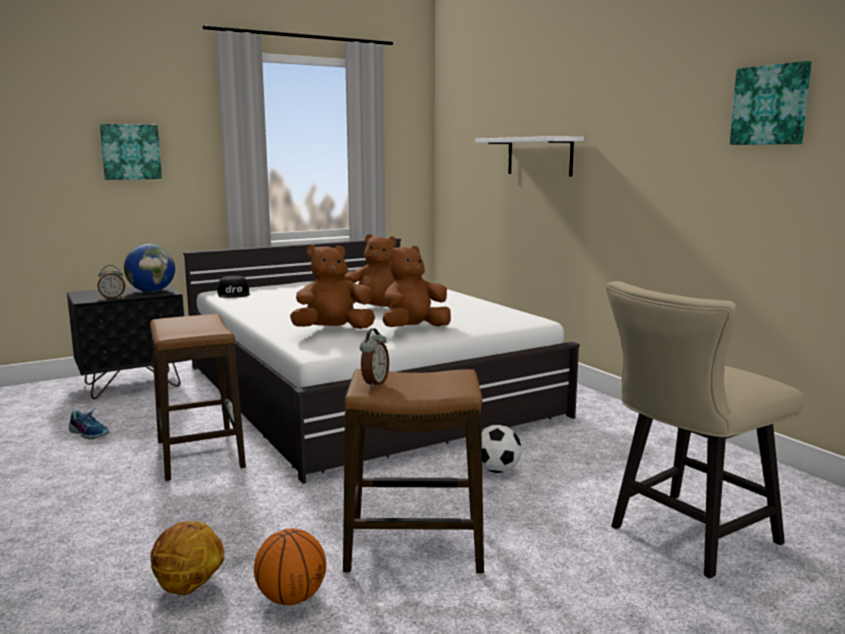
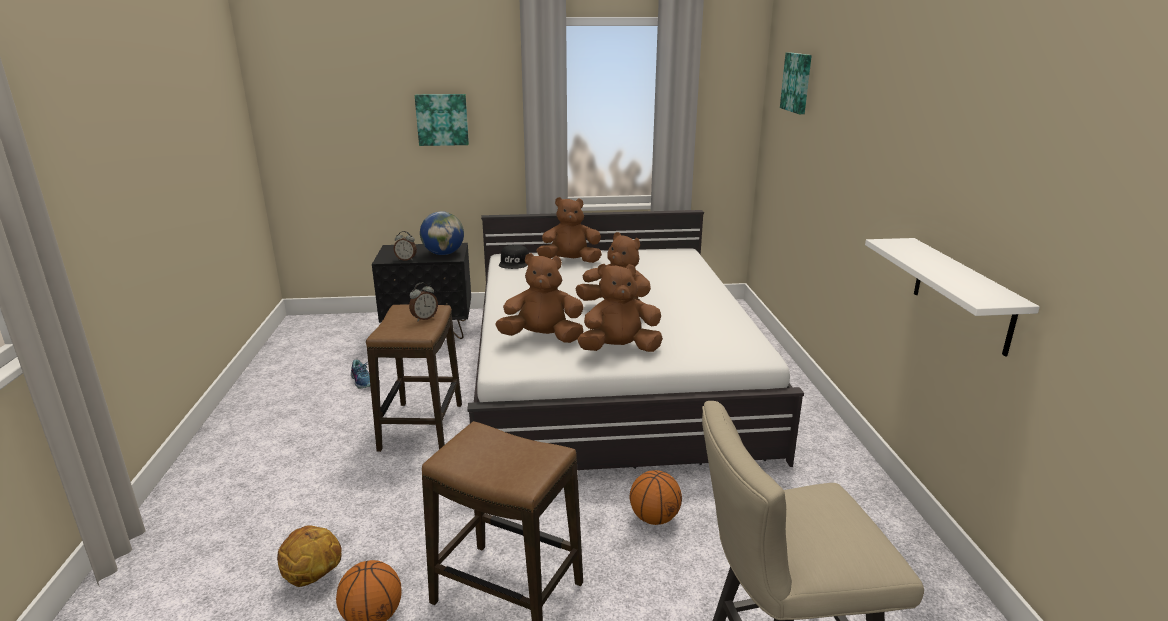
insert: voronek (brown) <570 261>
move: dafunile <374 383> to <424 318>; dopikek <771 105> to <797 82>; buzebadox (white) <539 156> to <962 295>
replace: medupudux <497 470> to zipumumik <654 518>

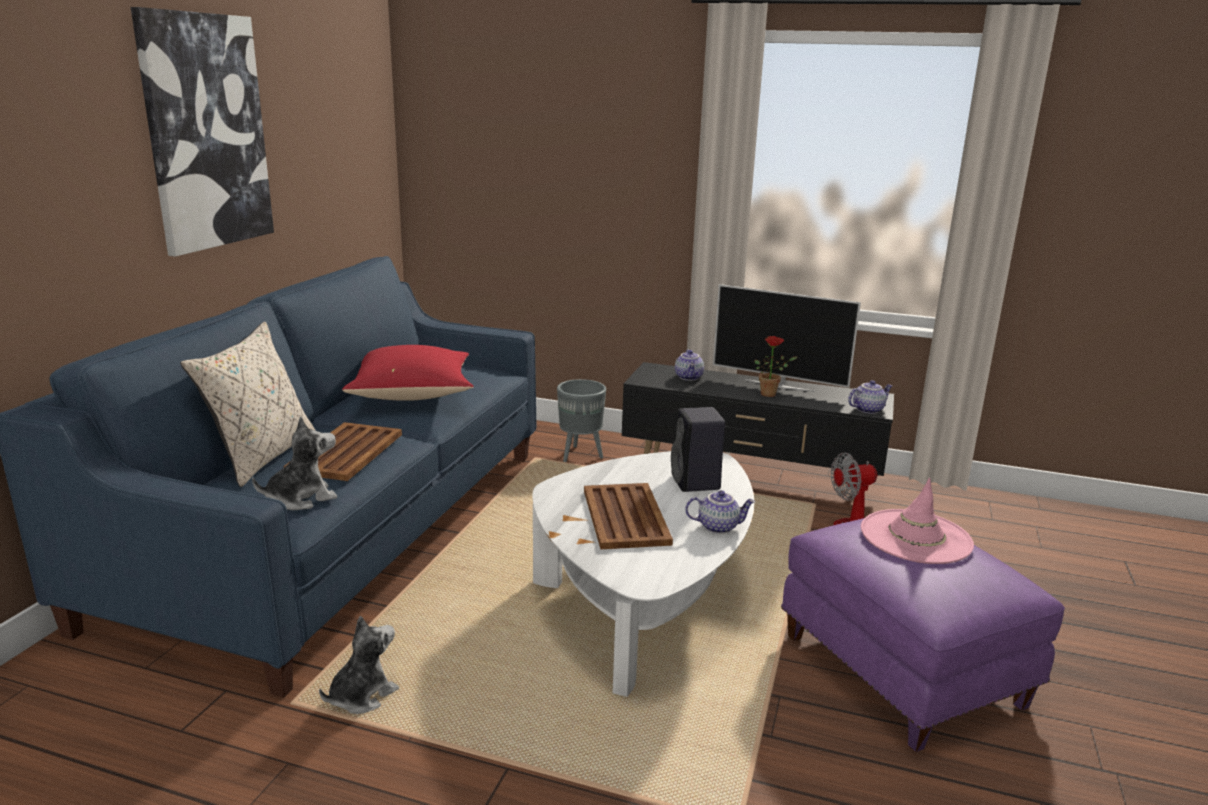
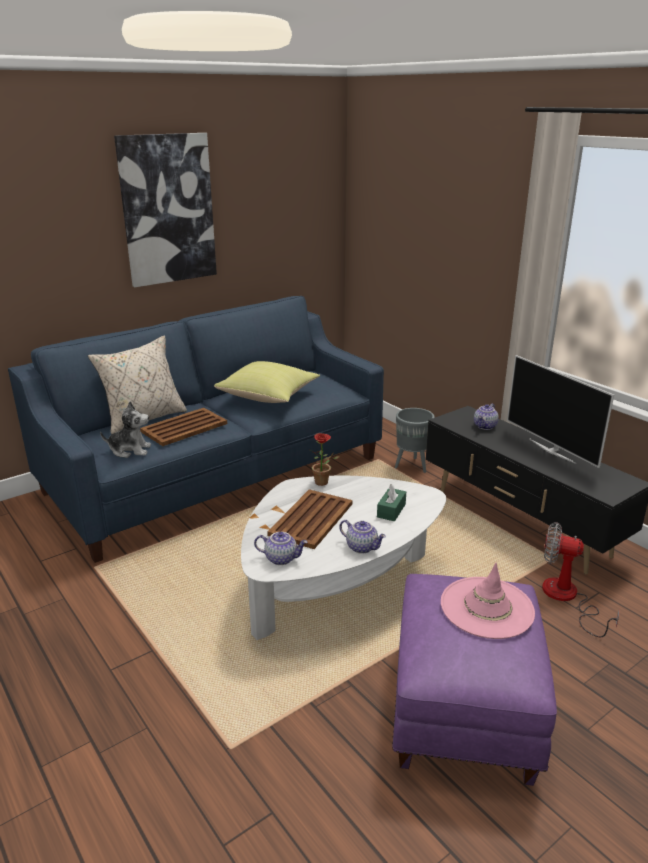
delete: voronek <362 696>
move: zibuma <867 409> to <281 558>; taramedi <771 394> to <324 482>
replace: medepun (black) <696 483> to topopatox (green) <391 510>
recolor: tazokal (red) <413 394> to tazokal (yellow) <269 397>

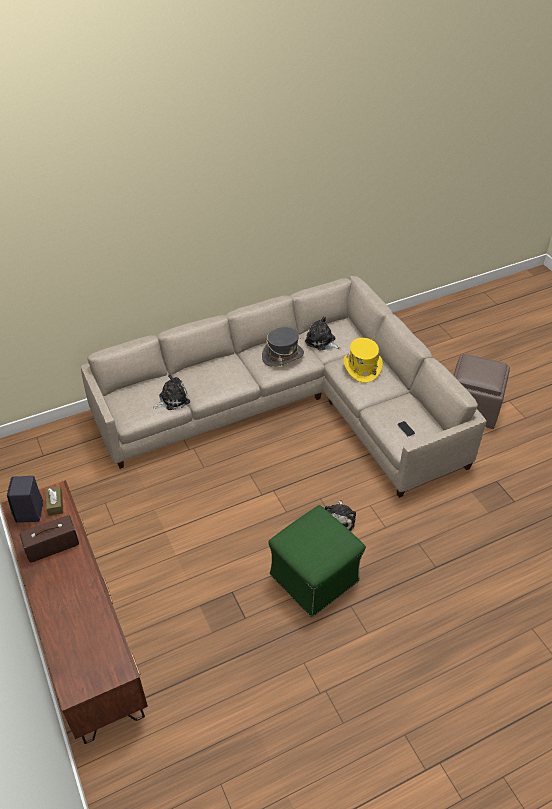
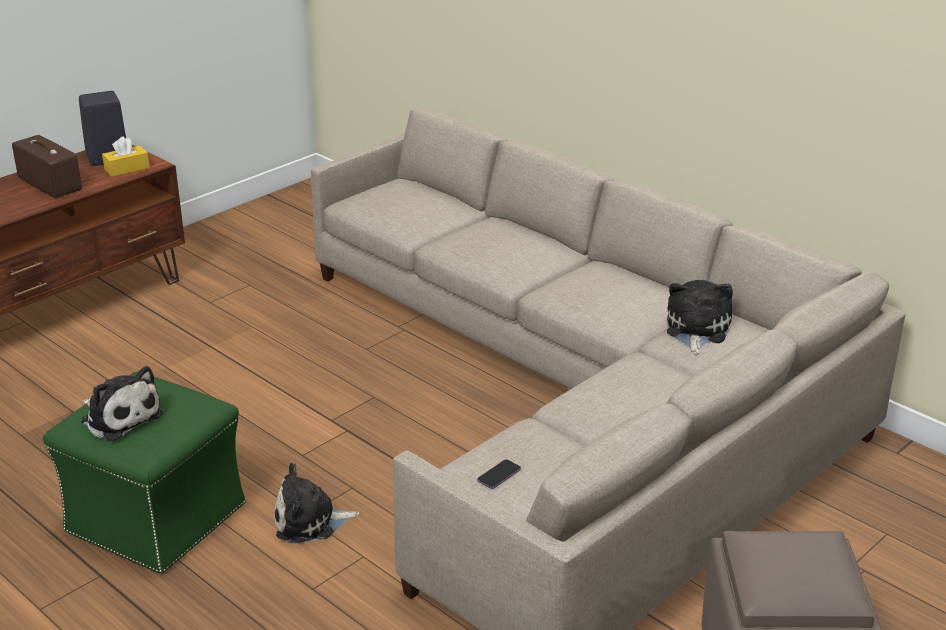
delete: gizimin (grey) <283 356>; gizimin (yellow) <362 367>
move: voronek <172 399> to <120 417>
recolor: topopatox (brown) <55 504> to topopatox (yellow) <127 169>

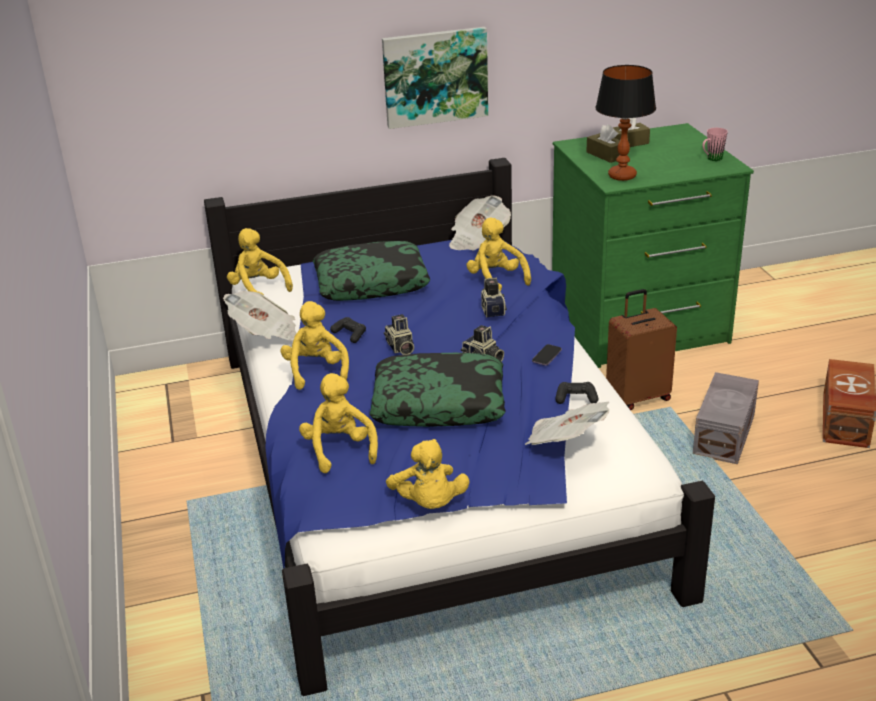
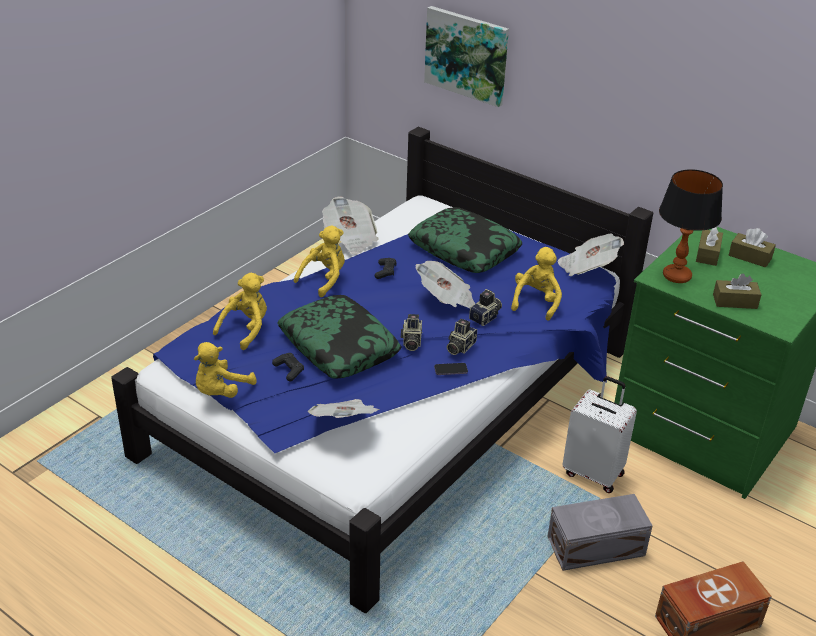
delete: voronek (yellow) <258 289>; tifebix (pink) <711 159>
insert: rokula <446 299>; topopatox (brown) <735 301>
move: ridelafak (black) <576 398> to <289 370>; dopikek <435 76> to <467 55>; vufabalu <400 348> to <459 347>
recolor: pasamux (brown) <637 396> to pasamux (white) <594 473>

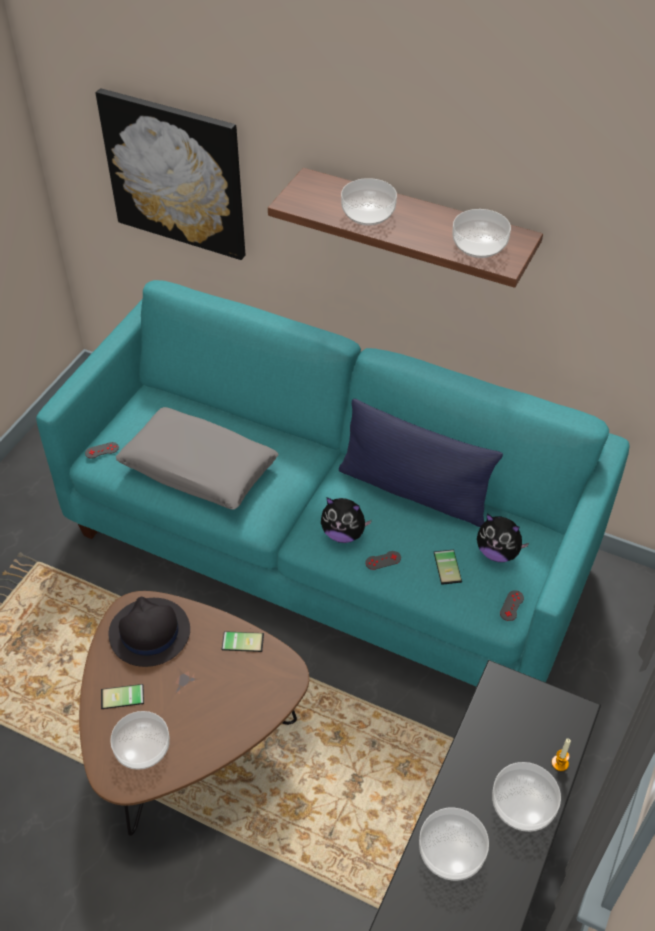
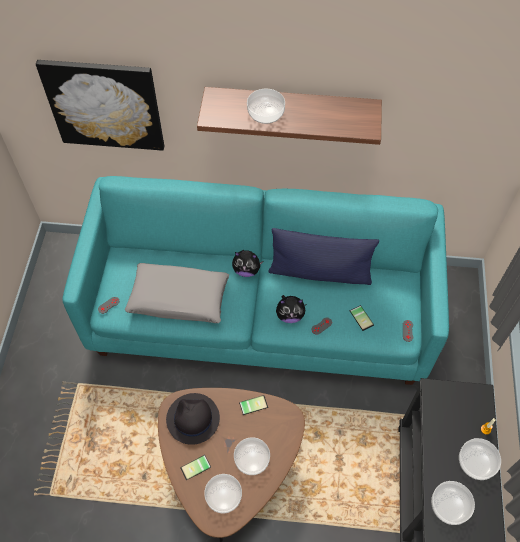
move: voronek <497 552> to <246 270>; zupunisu <479 245> to <251 459>

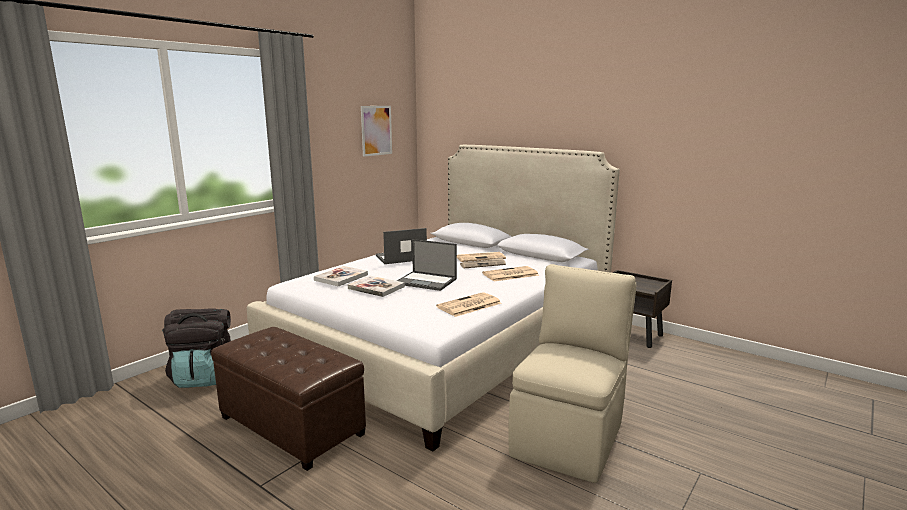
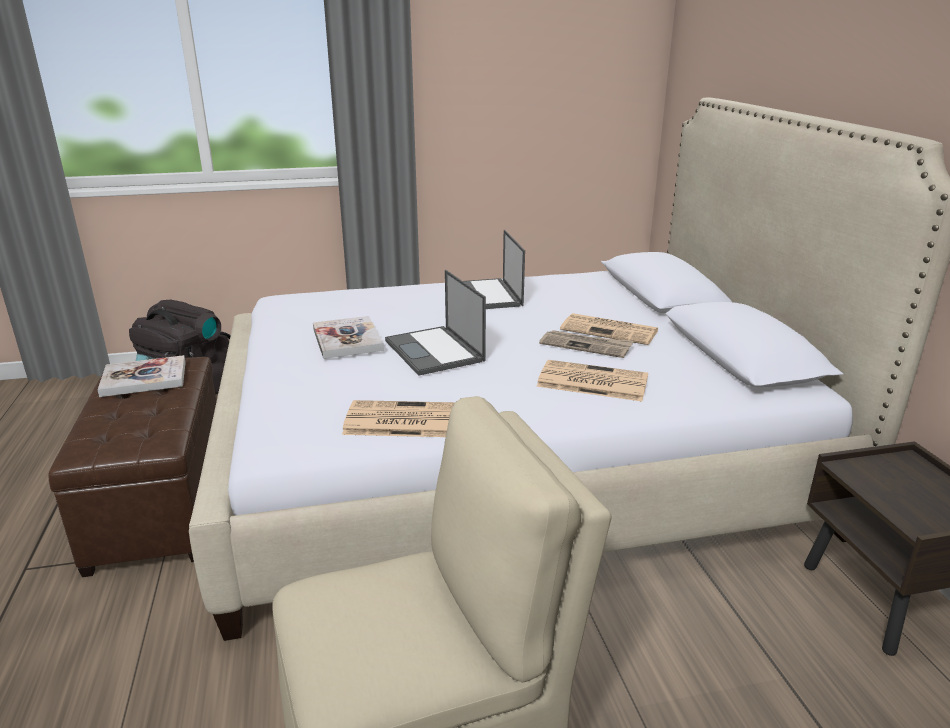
delete: dopikek <376 130>
move: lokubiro <341 277> to <144 378>
rotate: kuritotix <400 258> = <486 295> 120 degrees counterclockwise

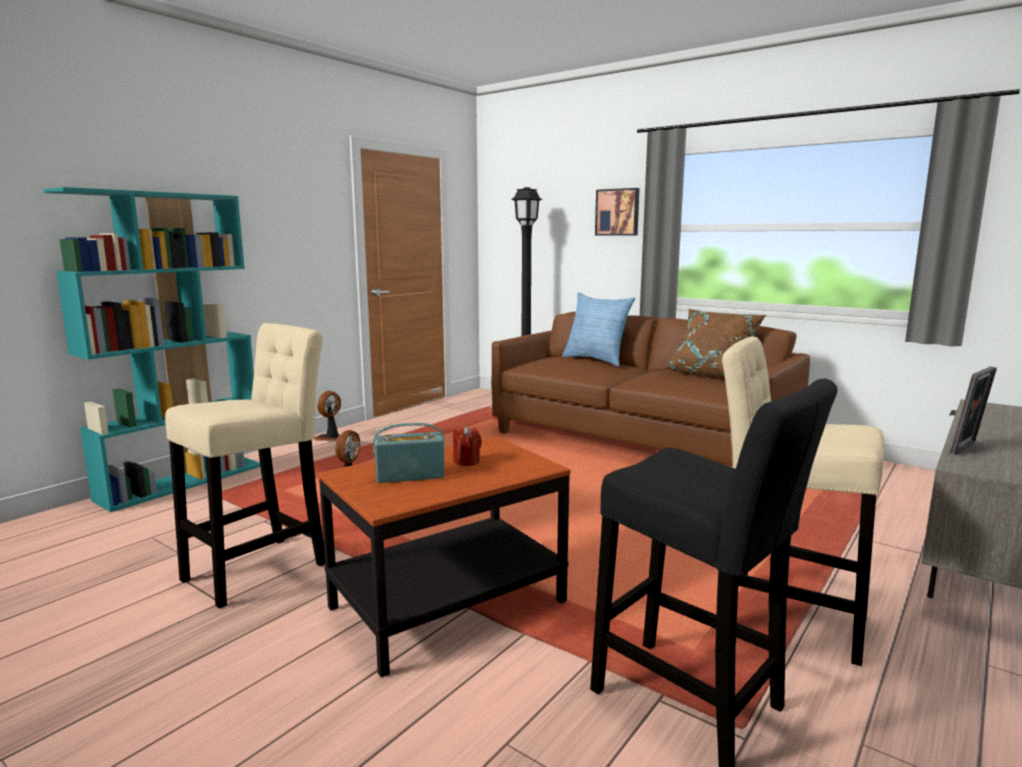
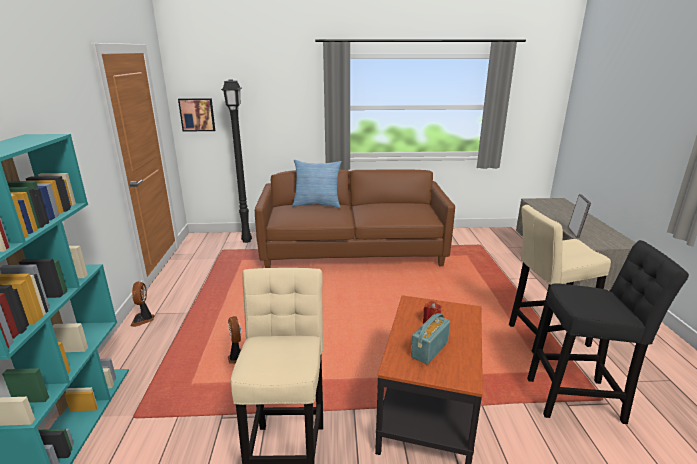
delete: tazokal (brown) <711 375>
move: dopikek <617 212> to <197 114>

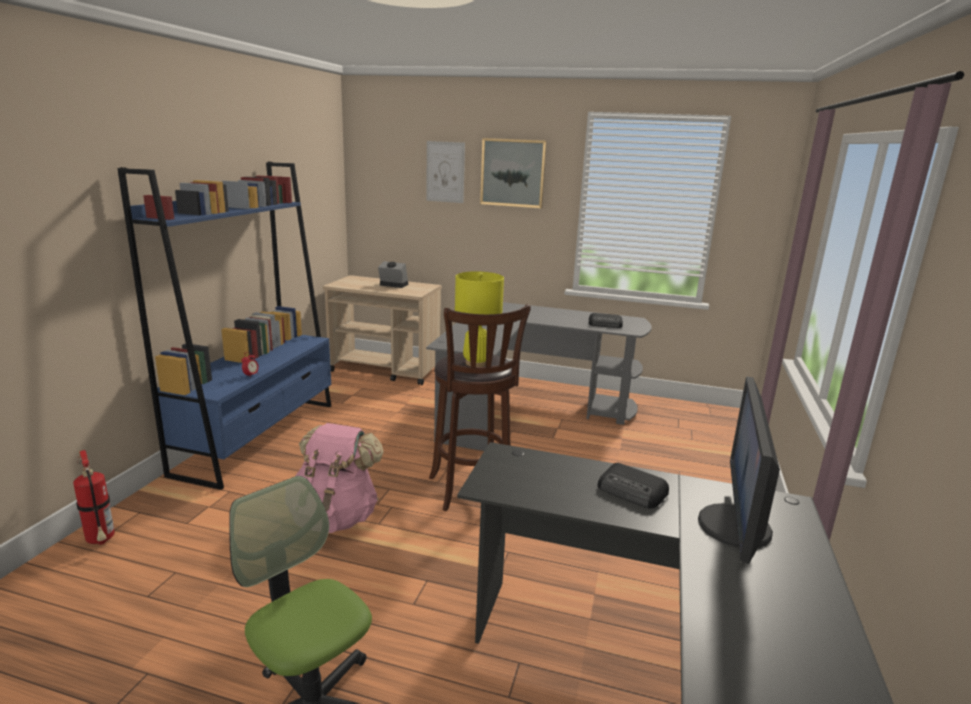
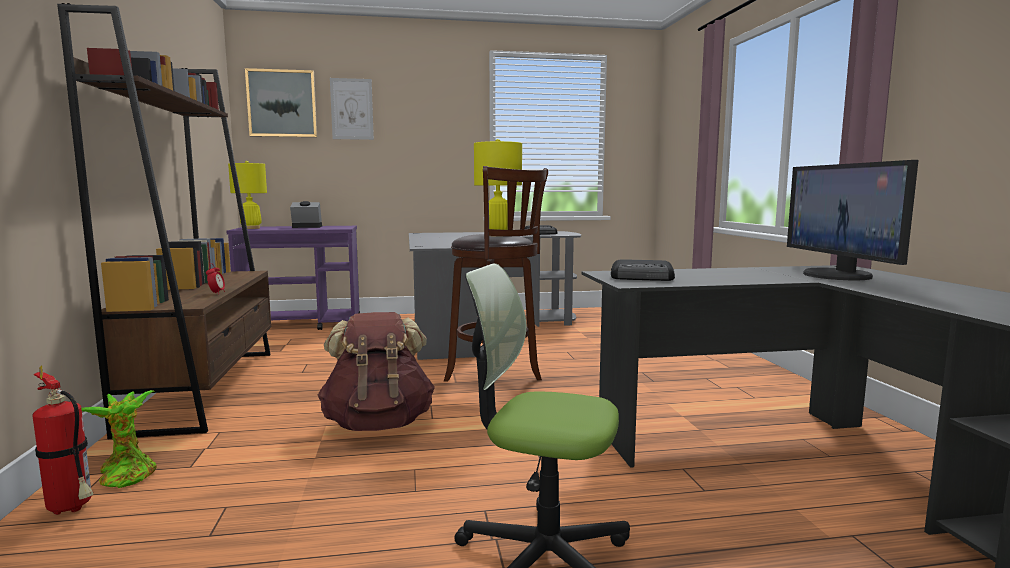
insert: taramedi <127 474>; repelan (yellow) <251 228>
move: dopikek <513 173> to <282 103>; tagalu <632 491> to <643 278>
recolor: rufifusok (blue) <259 437> to rufifusok (brown) <206 388>; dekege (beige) <386 370> to dekege (purple) <302 324>; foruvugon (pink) <335 517> to foruvugon (brown) <378 424>

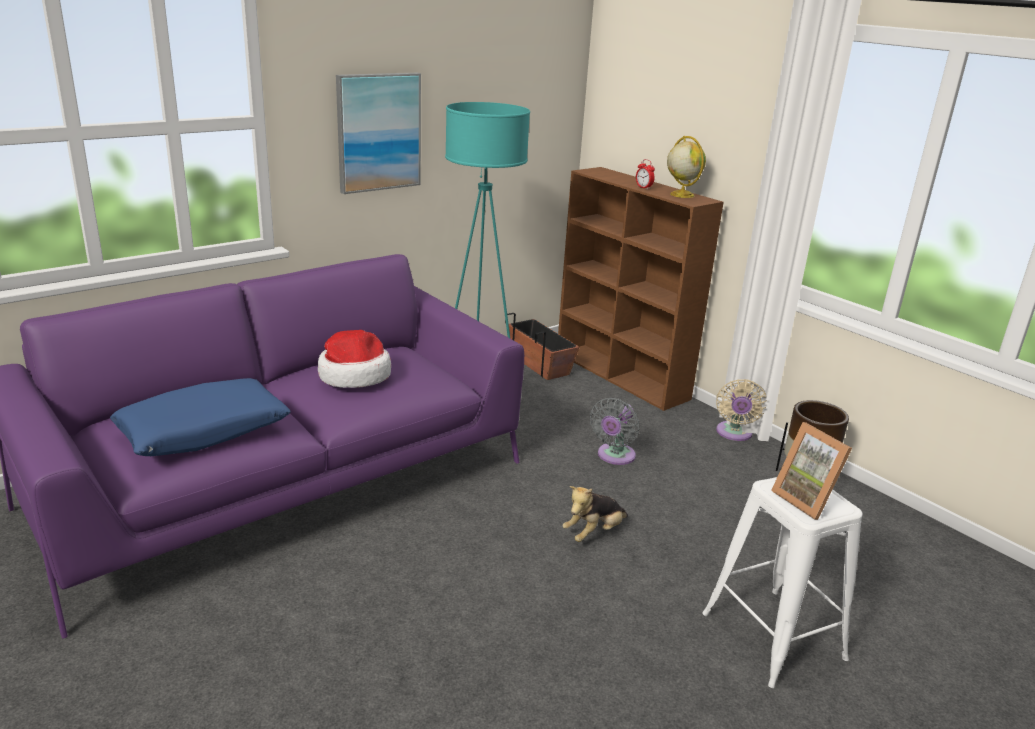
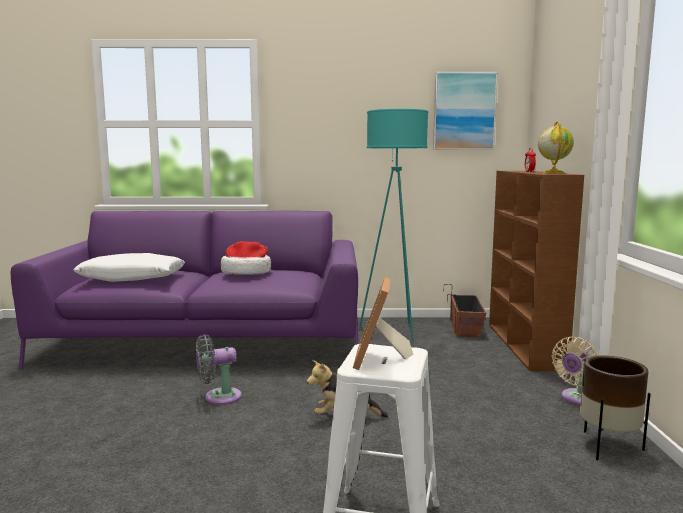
move: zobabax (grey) <614 456> to <218 397>; dopikek <378 132> to <464 111>
recolor: tazokal (blue) <203 431> to tazokal (white) <132 278>

